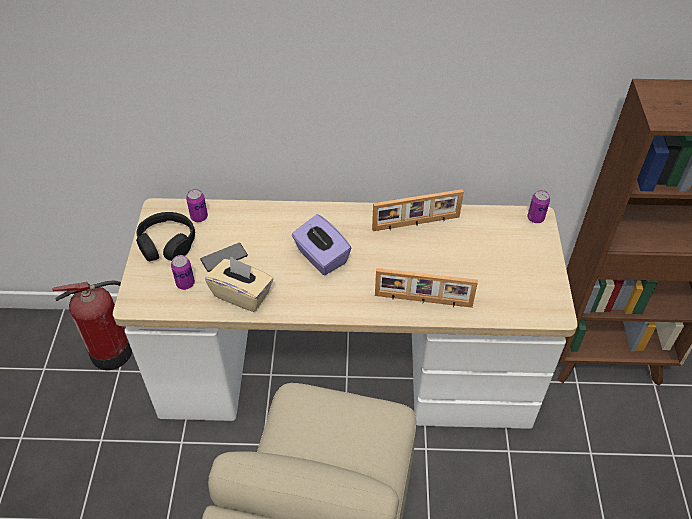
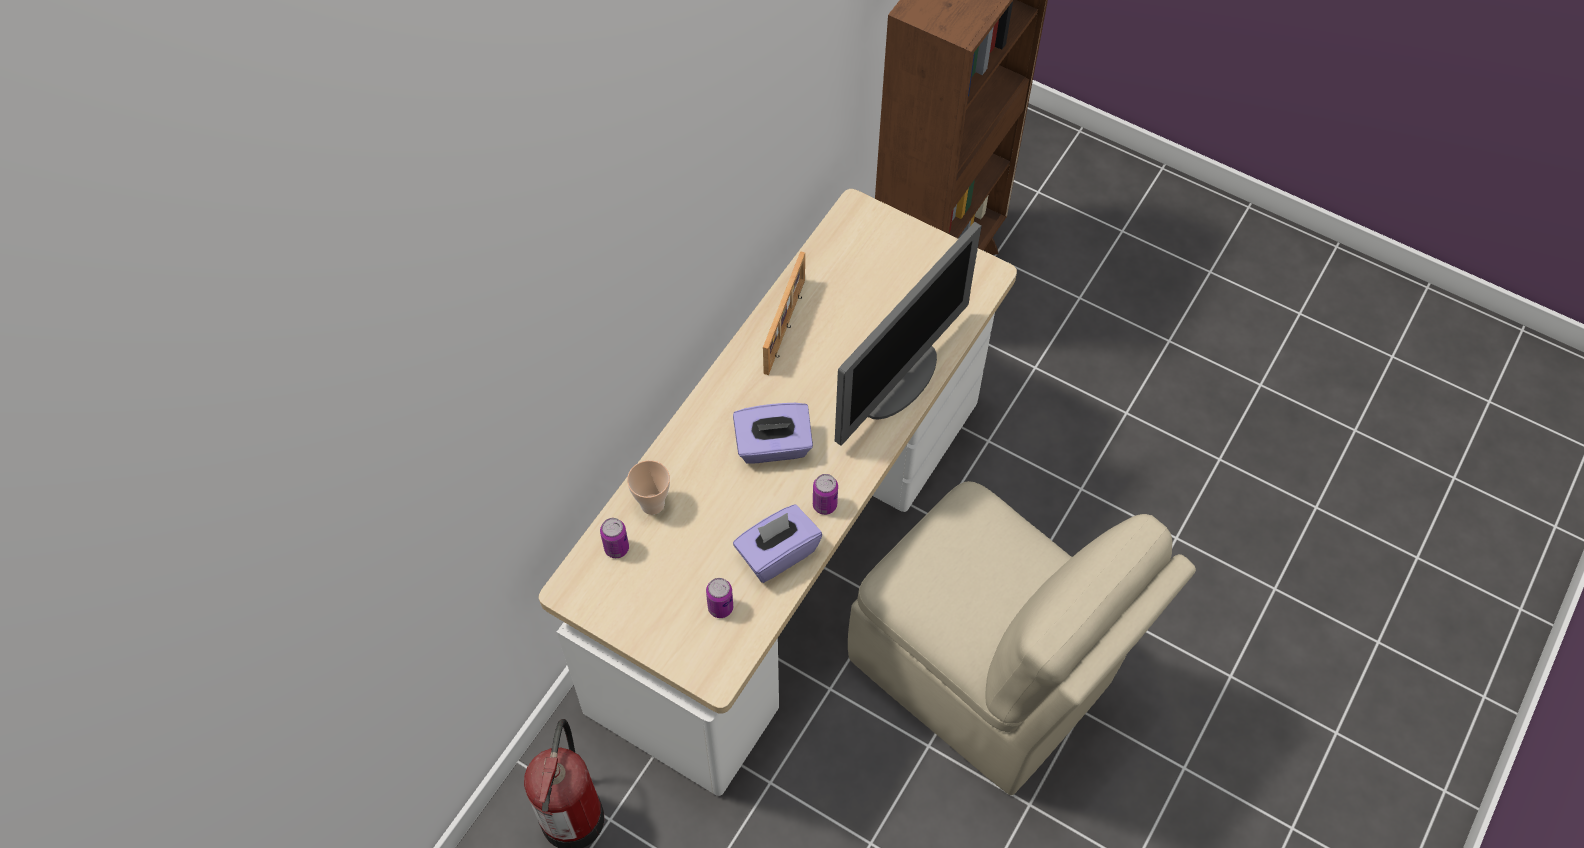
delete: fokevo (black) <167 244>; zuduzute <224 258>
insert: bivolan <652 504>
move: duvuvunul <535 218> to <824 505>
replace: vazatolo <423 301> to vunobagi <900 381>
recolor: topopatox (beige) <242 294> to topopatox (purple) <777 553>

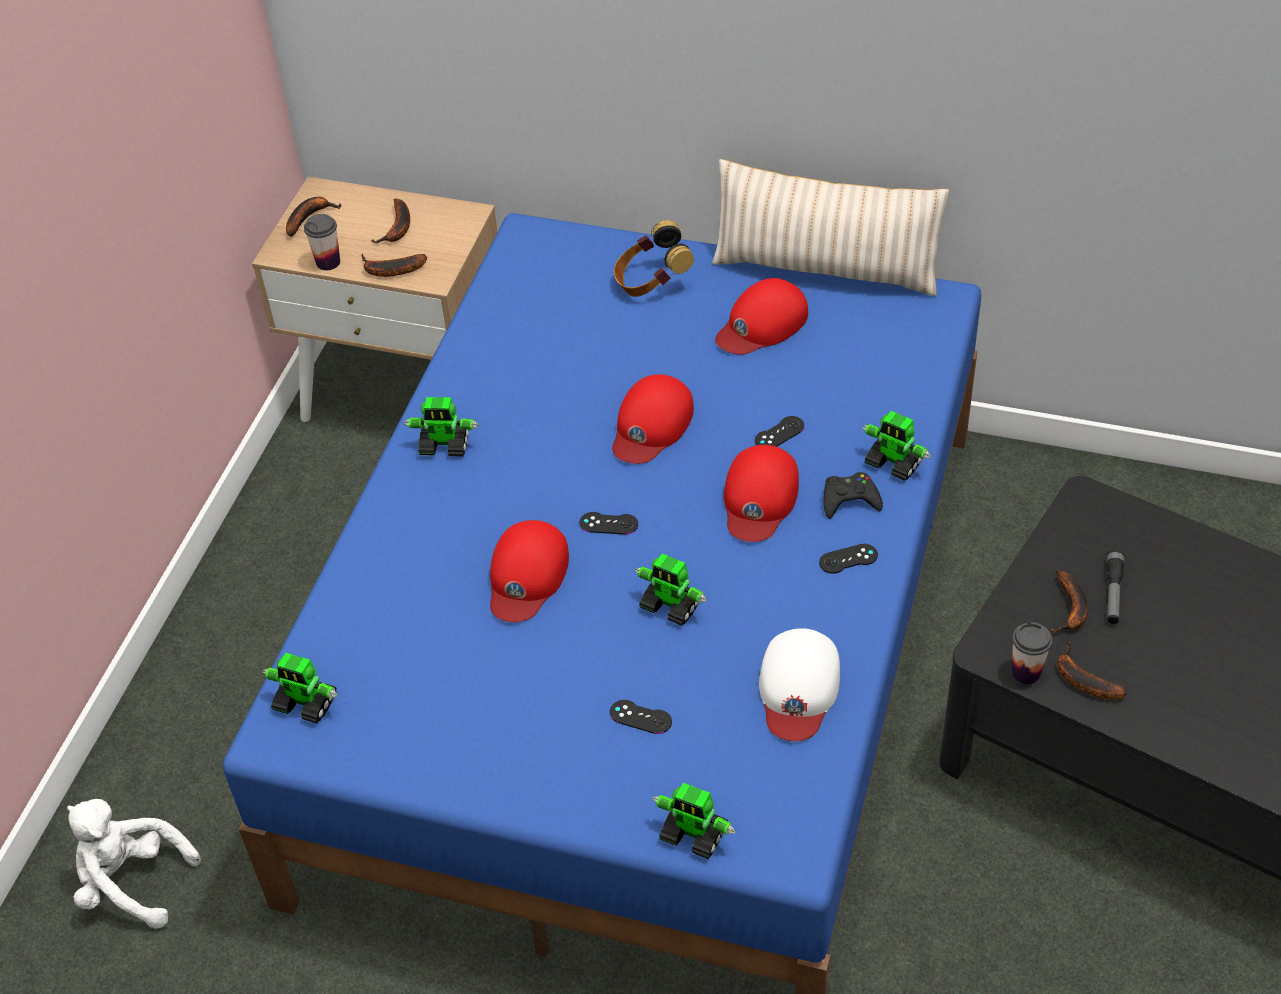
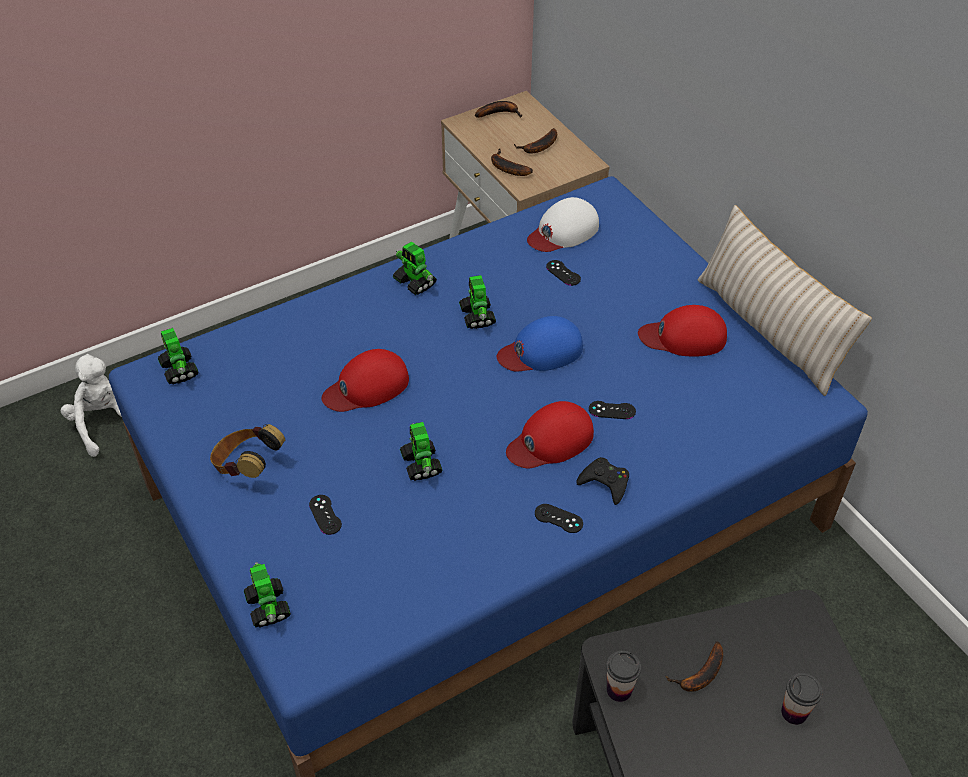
delete: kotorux <1082 680>; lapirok <1113 593>
move: fokevo <651 282> to <248 467>; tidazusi <894 463> to <477 316>; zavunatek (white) <798 688> to <563 231>; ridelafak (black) <608 523> to <563 273>; bivolan <328 262> to <794 712>
recolor: zavunatek (red) <651 425> to zavunatek (blue) <541 351>

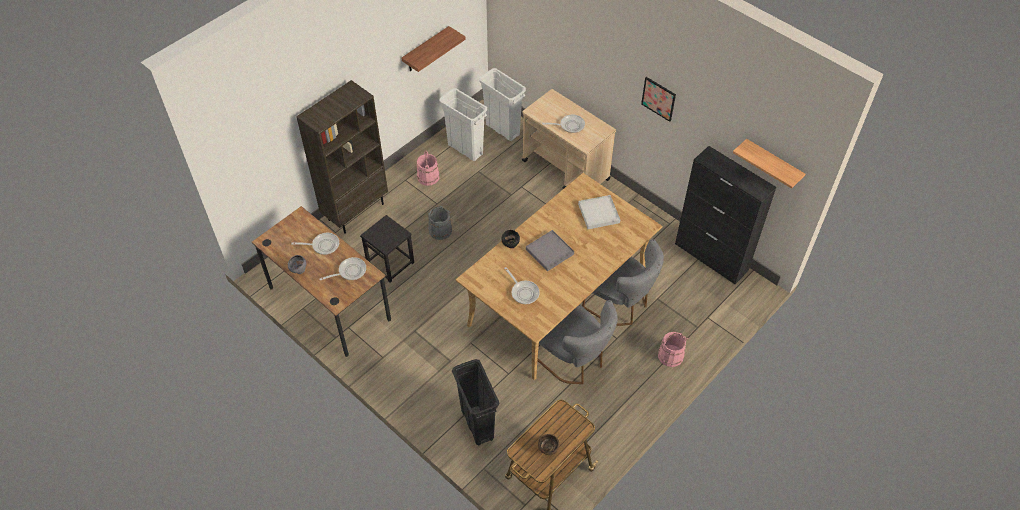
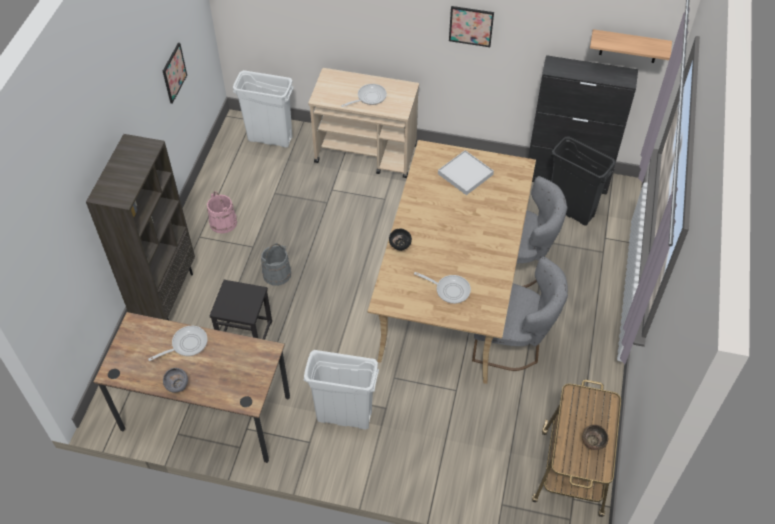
delete: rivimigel <350 271>; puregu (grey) <549 252>; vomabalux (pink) <670 355>
move: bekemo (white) <465 149> to <344 416>; bekemo (black) <477 424> to <571 211>
replace: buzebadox <426 50> to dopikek <174 73>

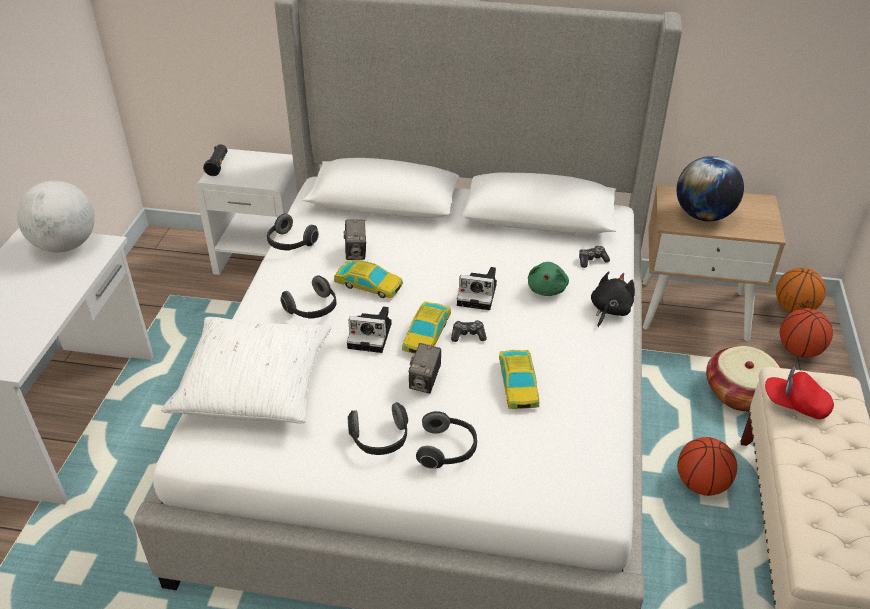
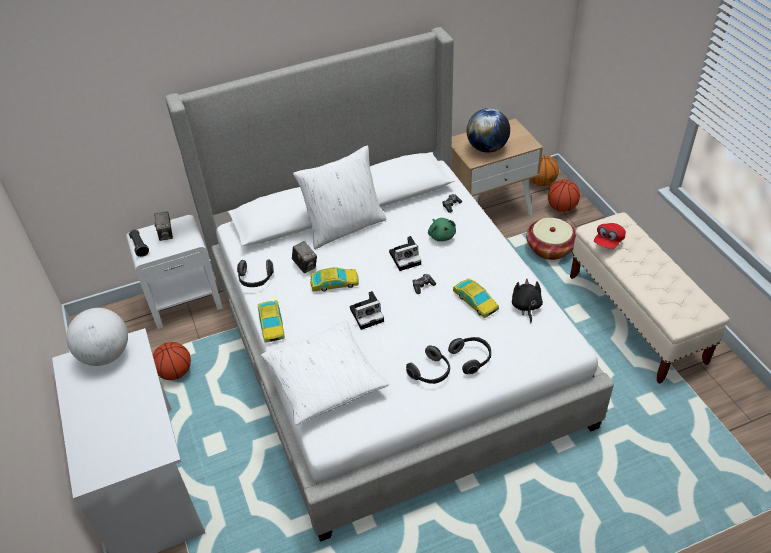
delete: fokevo <313 309>
insert: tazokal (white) <344 226>
move: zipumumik <701 484> to <175 373>; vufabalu <425 382> to <166 234>; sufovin <427 333> to <271 324>; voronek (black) <609 310> to <526 307>
rotate: zavunatek (red) <795 404> = <608 241> 45 degrees counterclockwise

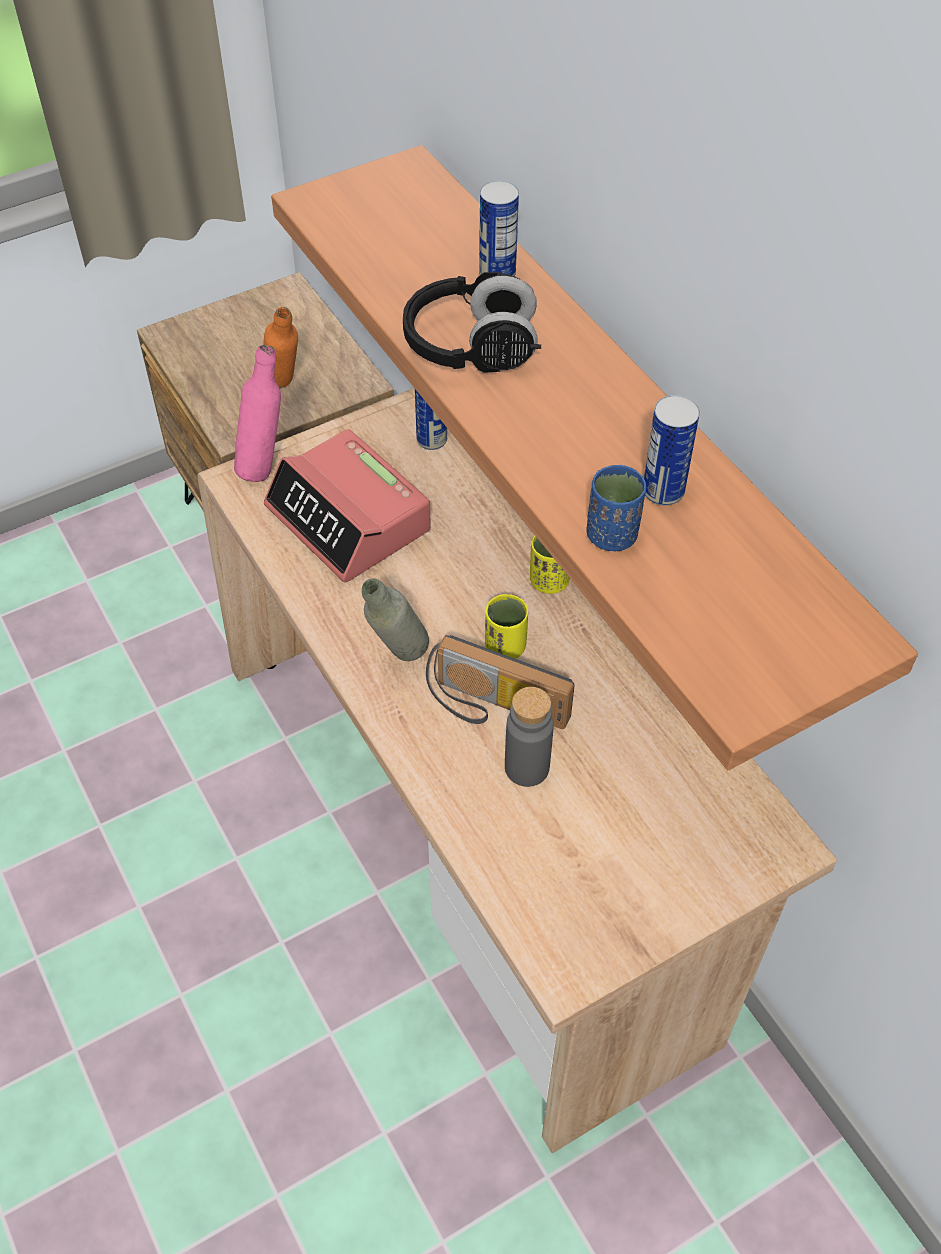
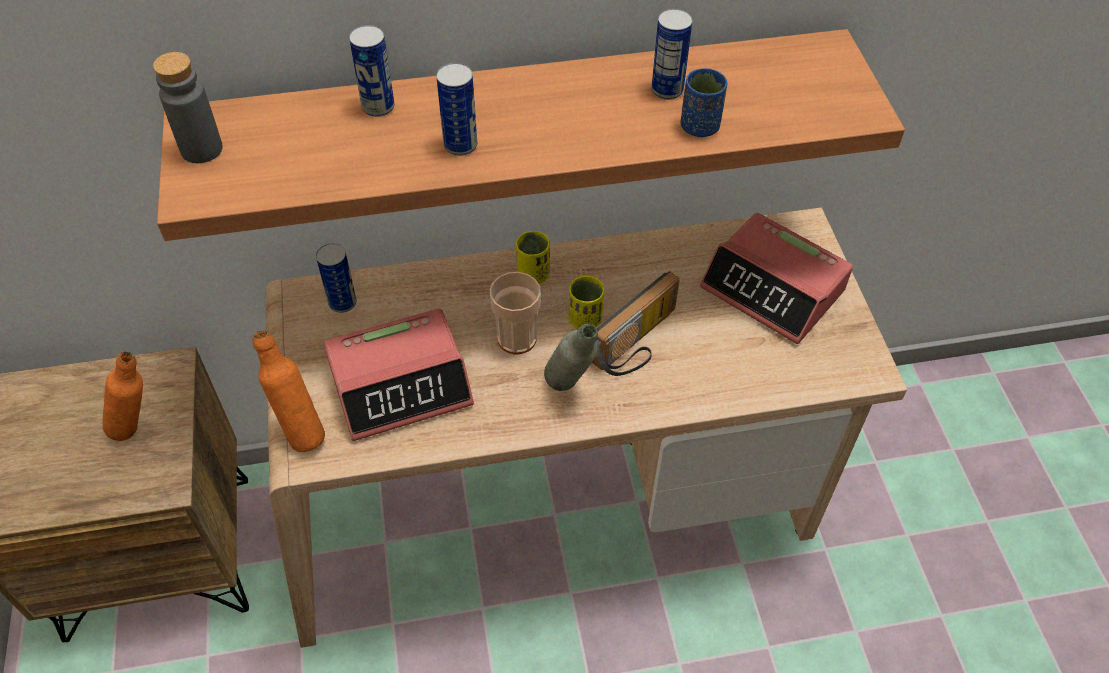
insert: bivolan <517 339>; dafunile <773 289>
move: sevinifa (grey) <527 767> to <201 149>
replace: fokevo (black) <471 348> to duvuvunul <460 145>
recolor: sevinifa (pink) <264 466> to sevinifa (orange) <301 431>

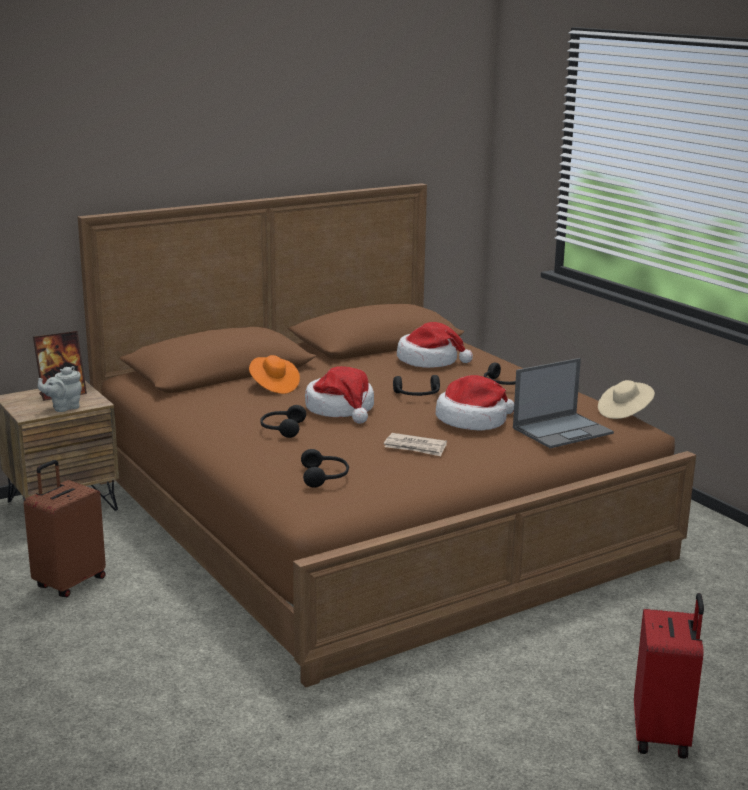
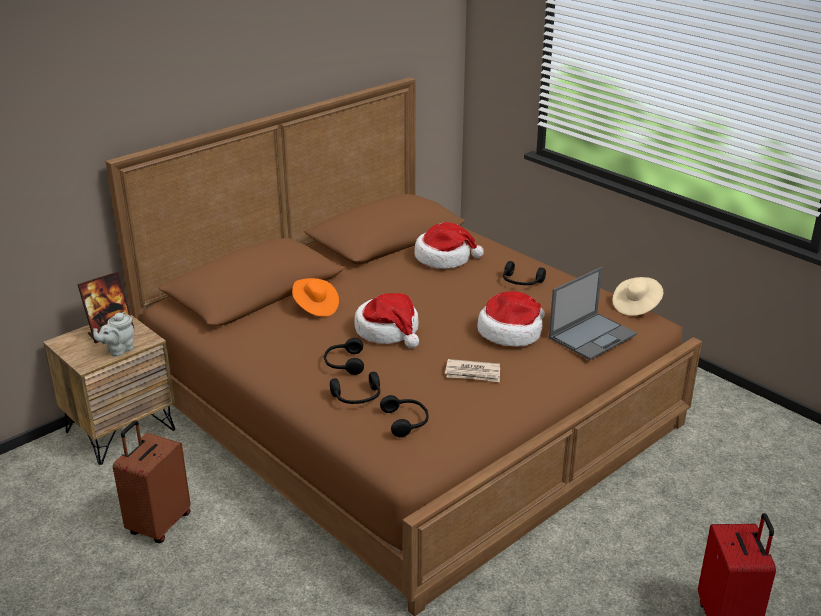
move: fokevo (black) <417 395> to <357 398>

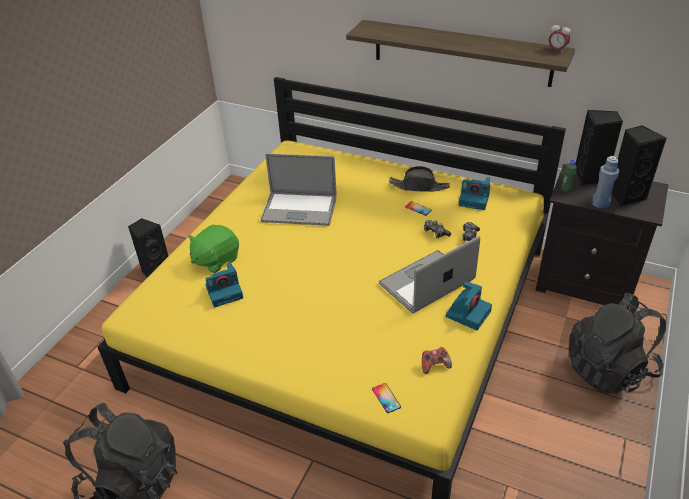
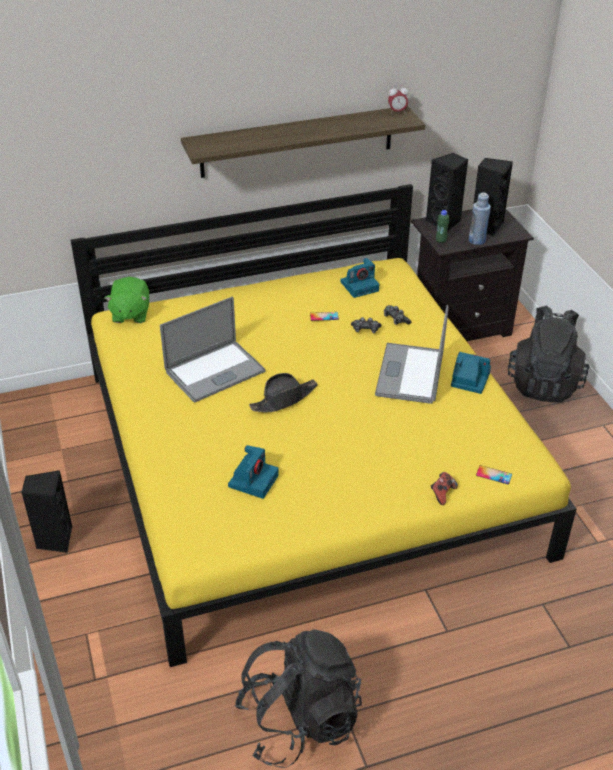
move: voronek (green) <216 260> to <130 314>; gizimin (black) <419 186> to <284 399>; ridelafak <434 365> to <442 493>
rotate: vufabalu <468 313> = <469 379> 60 degrees counterclockwise

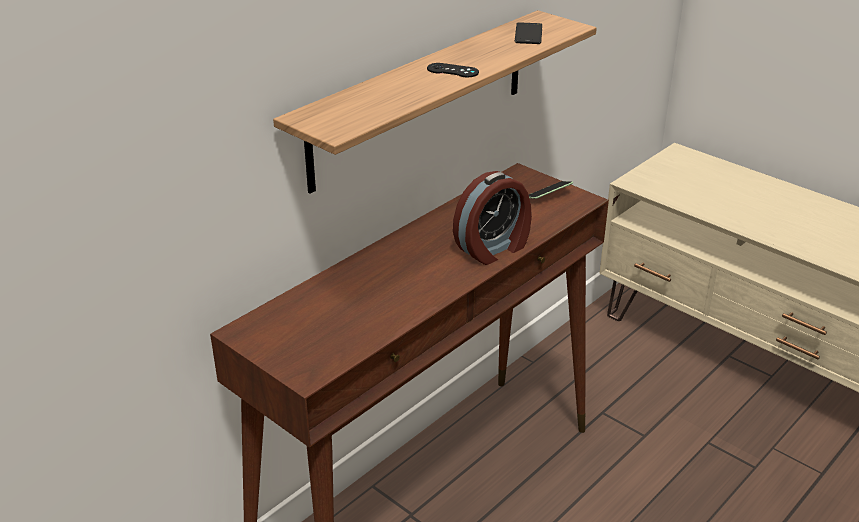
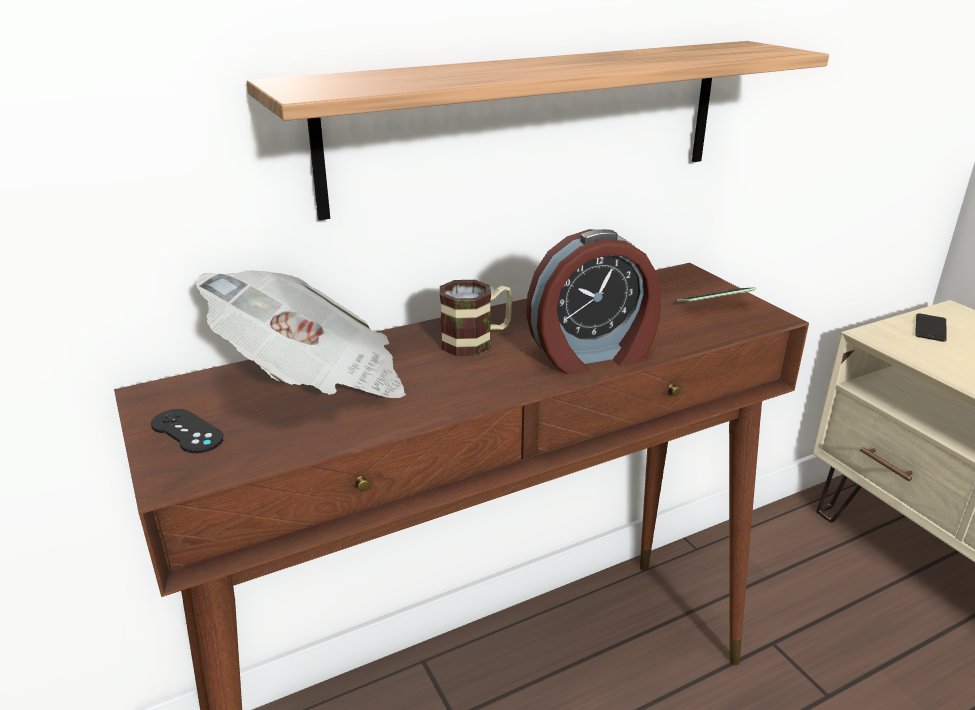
insert: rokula <315 380>; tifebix <476 341>
move: ridelafak (black) <452 70> to <187 431>; zuduzute <528 34> to <930 328>

